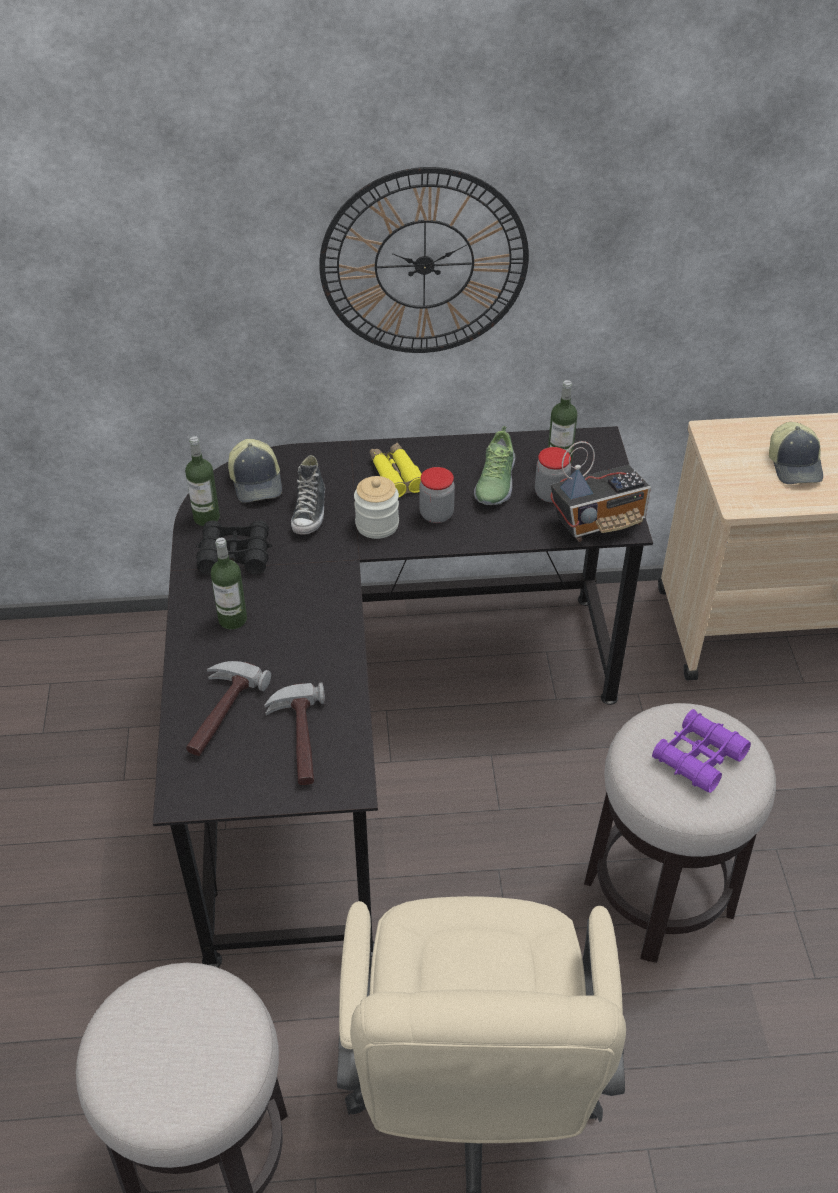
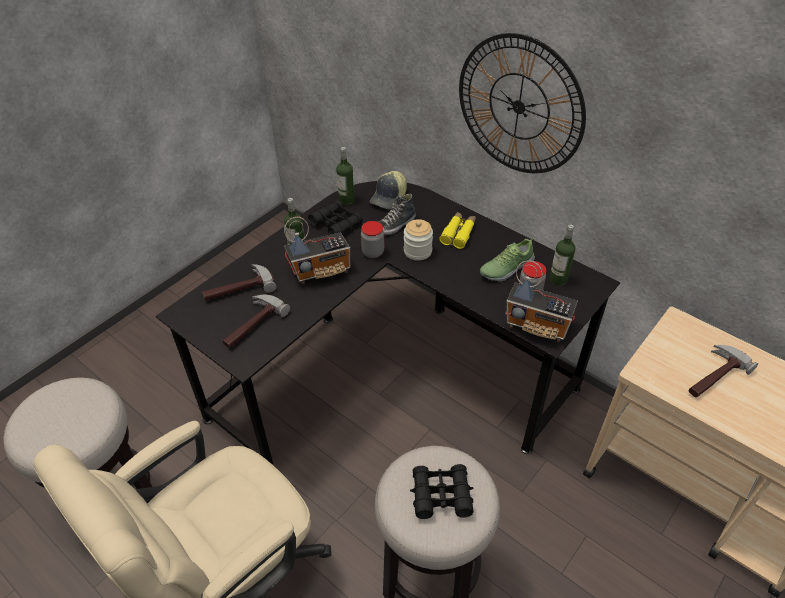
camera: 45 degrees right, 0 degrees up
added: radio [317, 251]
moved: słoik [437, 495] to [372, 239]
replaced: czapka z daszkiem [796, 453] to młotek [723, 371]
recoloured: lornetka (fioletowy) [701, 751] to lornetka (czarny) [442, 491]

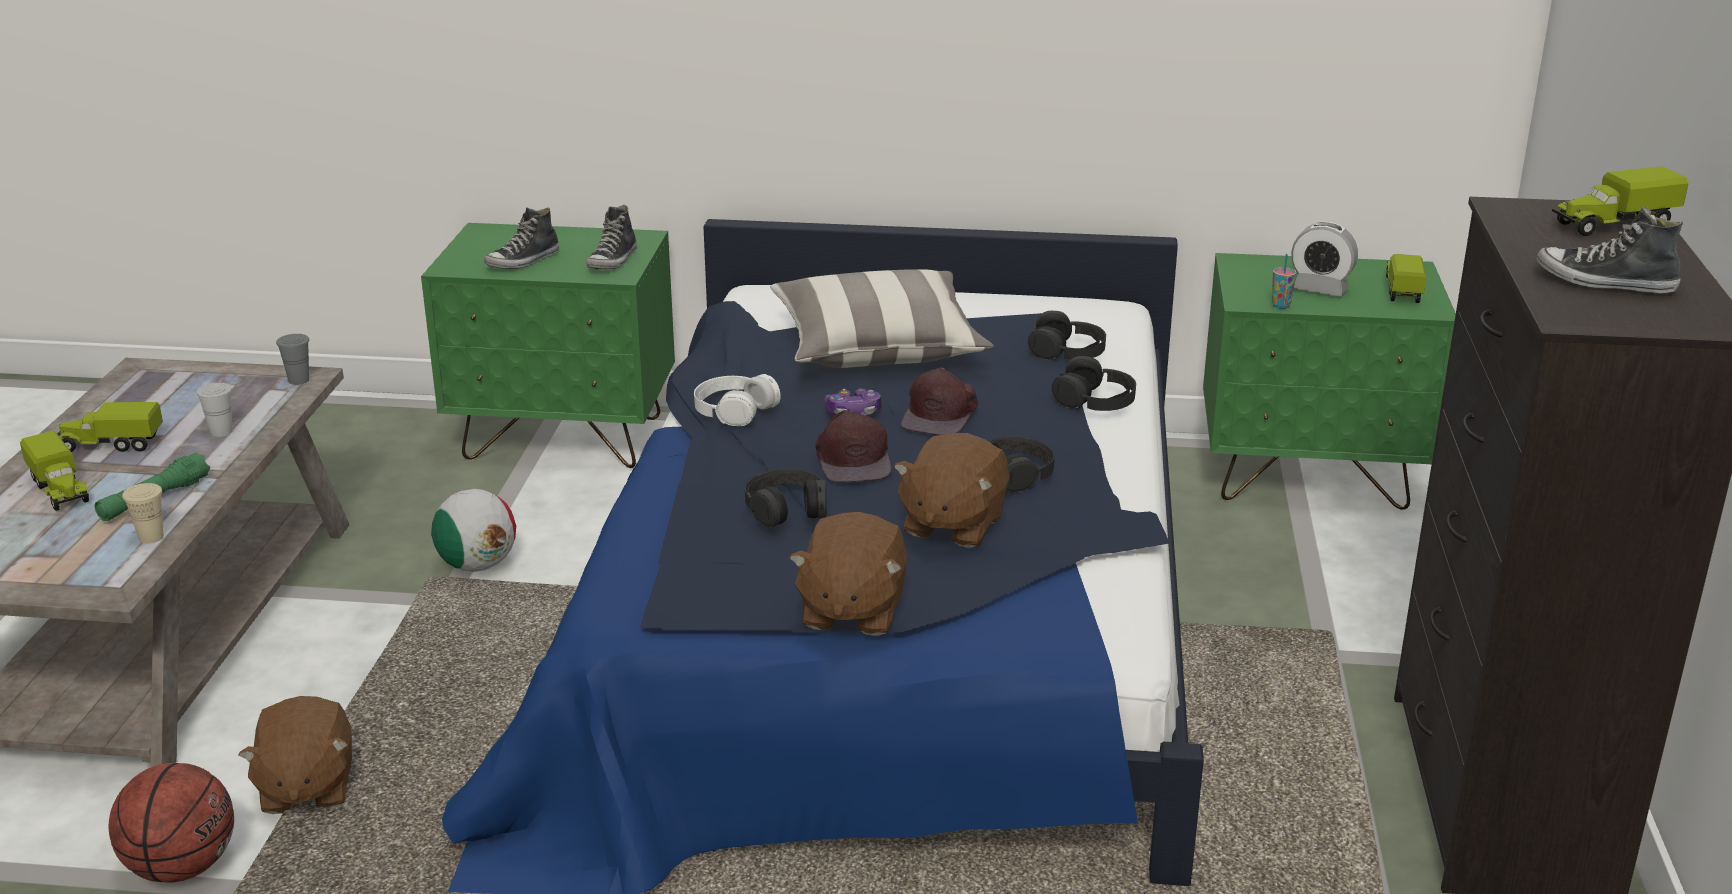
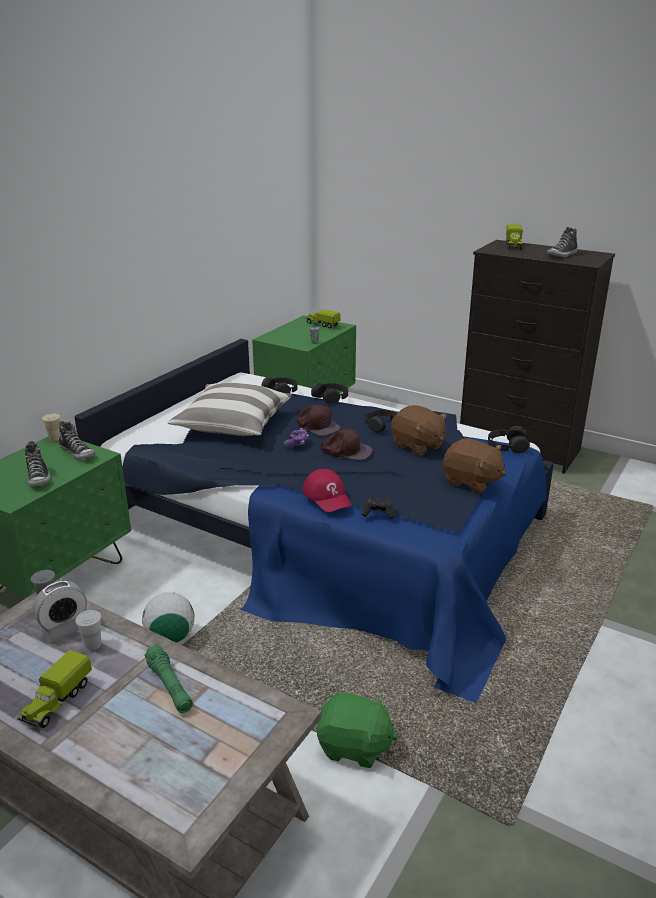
camera: 65 degrees left, 0 degrees up
removed: ciężarówka zabawkowa [54, 471]; piłka do koszykówki [171, 823]; słuchawki (biały) [737, 400]
added: czapka z daszkiem (czerwony) [327, 490]; pad do gier (czarny) [378, 507]
moved: filiżanka (beżowy) [143, 513] to [51, 428]; słuchawki (czarny) [786, 498] to [509, 439]; budzik [1324, 259] to [60, 611]
recoloured: pluszak (brązowy) [295, 755] to pluszak (zielony) [357, 730]

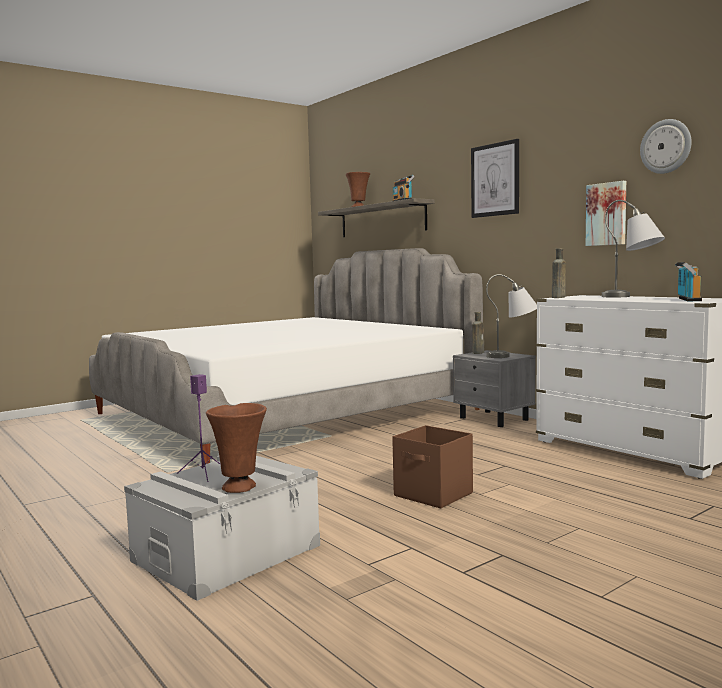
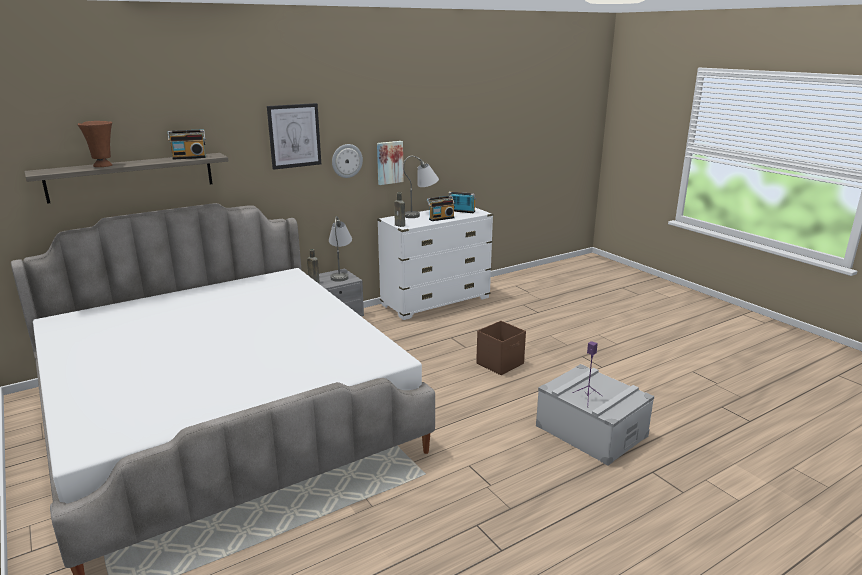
camera: 85 degrees left, 15 degrees up
removed: wazon (brązowy) [236, 448]
added: radio [441, 208]
moved: zegar ścienny [666, 146] to [347, 161]

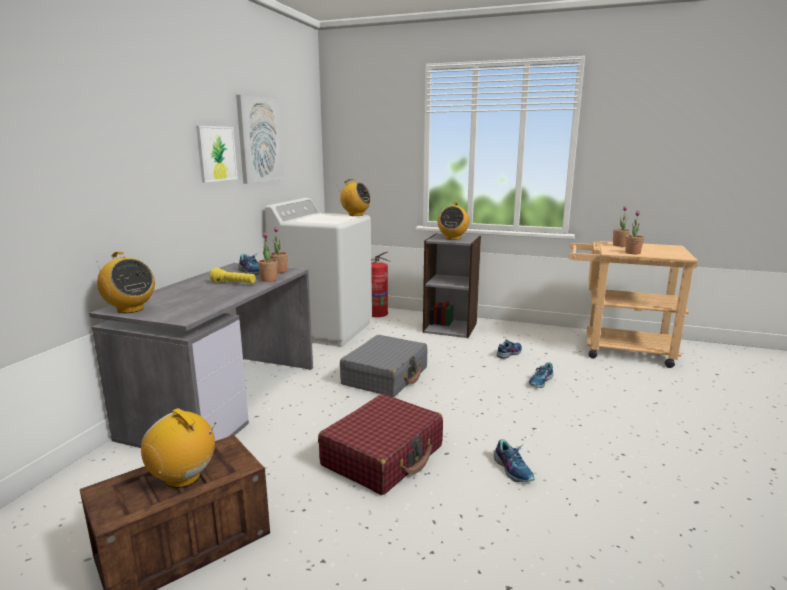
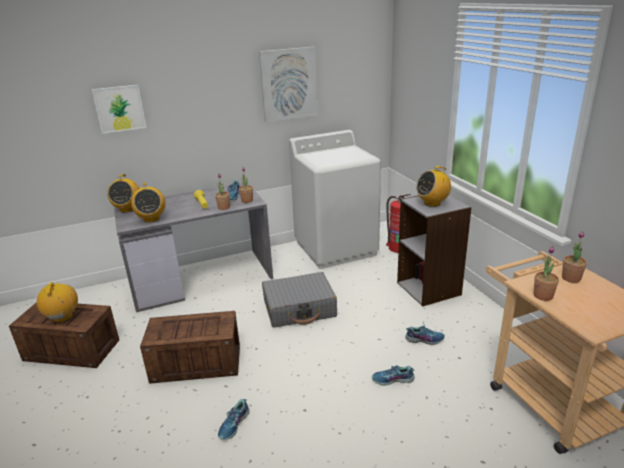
camera: 50 degrees right, 10 degrees up
moved: obraz [217, 154] to [119, 109]; radio [354, 197] to [148, 202]
replaced: walizka (czerwony) [380, 444] to skrzynka [190, 347]

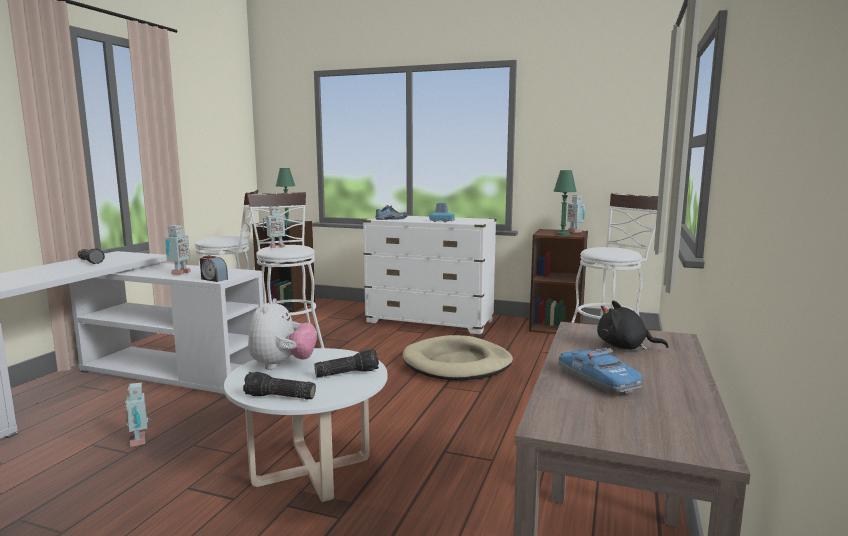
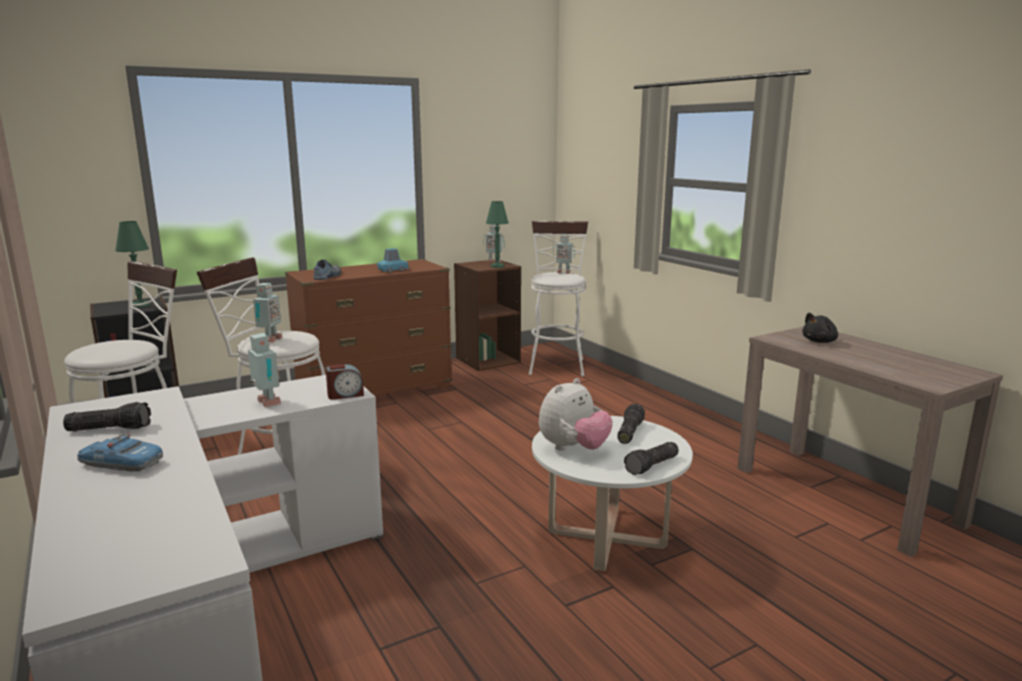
camera: 50 degrees left, 5 degrees up
removed: legowisko (beżowy) [458, 358]
moved: robot zabawkowy [138, 415] to [564, 254]; samochodzik [600, 371] to [120, 452]
recoloured: komoda (biały) [430, 275] to komoda (brązowy) [368, 327]
turned: pluszak [282, 334] = [576, 414] 90 degrees clockwise

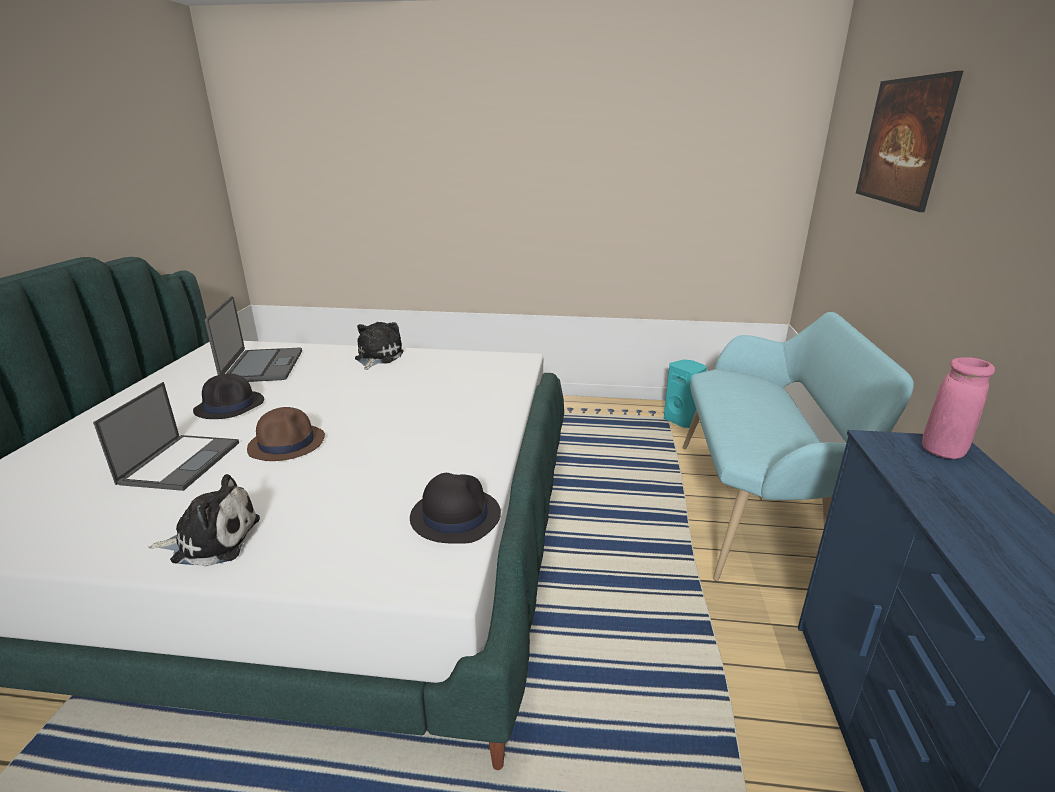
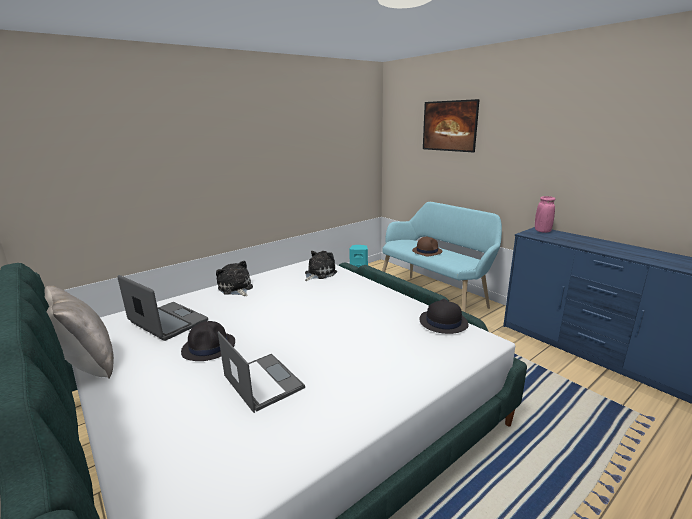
camera: 45 degrees left, 5 degrees down
added: poduszka (beżowy) [79, 332]
moved: pluszak [204, 520] to [321, 266]; kapelusz (brązowy) [286, 434] to [427, 246]

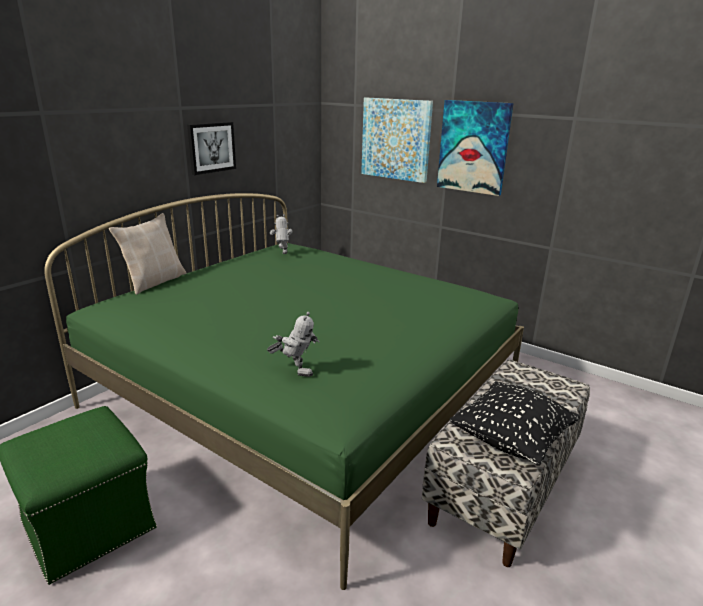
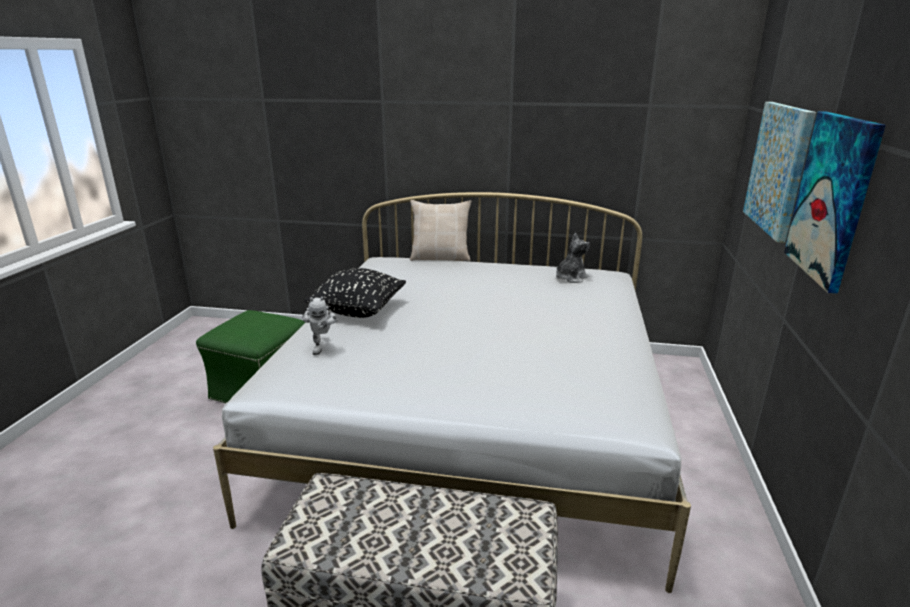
camera: 65 degrees right, 0 degrees up
removed: obraz [211, 148]
moved: poduszka (czarny) [514, 423] to [355, 293]
replaced: robot zabawkowy [281, 234] to pluszak [572, 258]
recoloured: łóżko (zielony) [284, 391] to łóżko (biały) [452, 392]

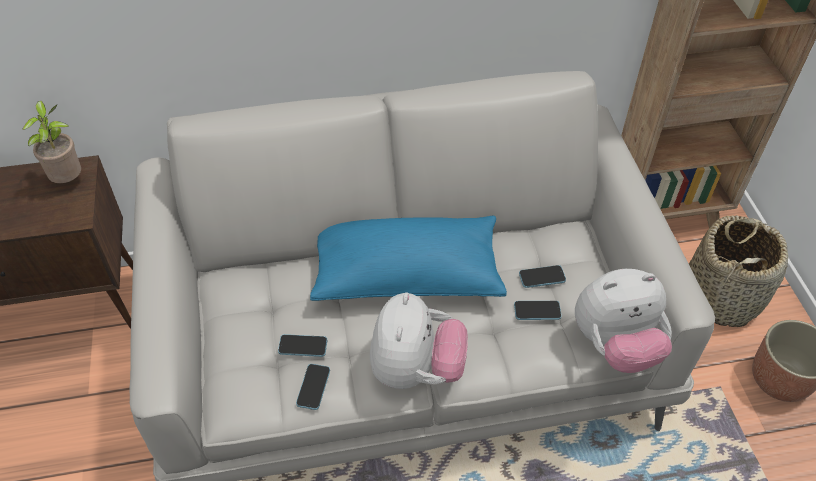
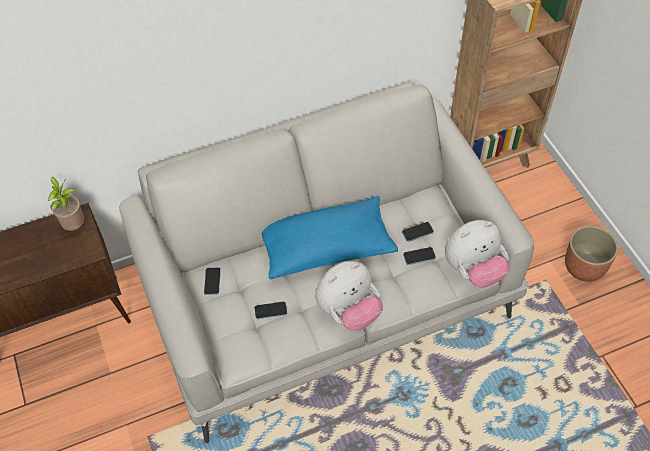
camera: 10 degrees left, 5 degrees up
removed: koszyk [738, 271]
moved: telefon [313, 387] to [212, 281]
turned: pluszak [419, 340] = [349, 296] 60 degrees clockwise

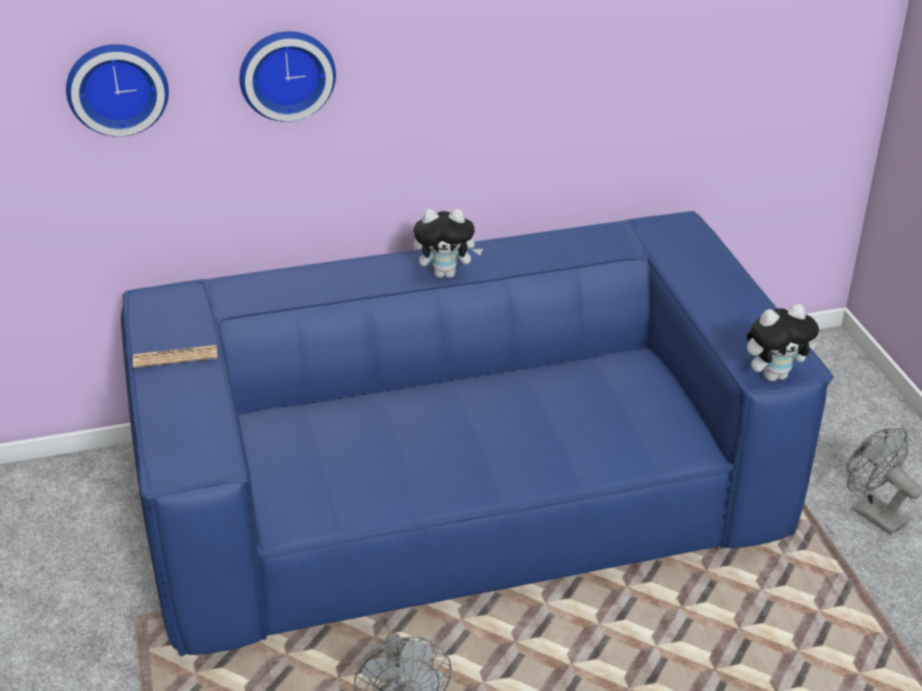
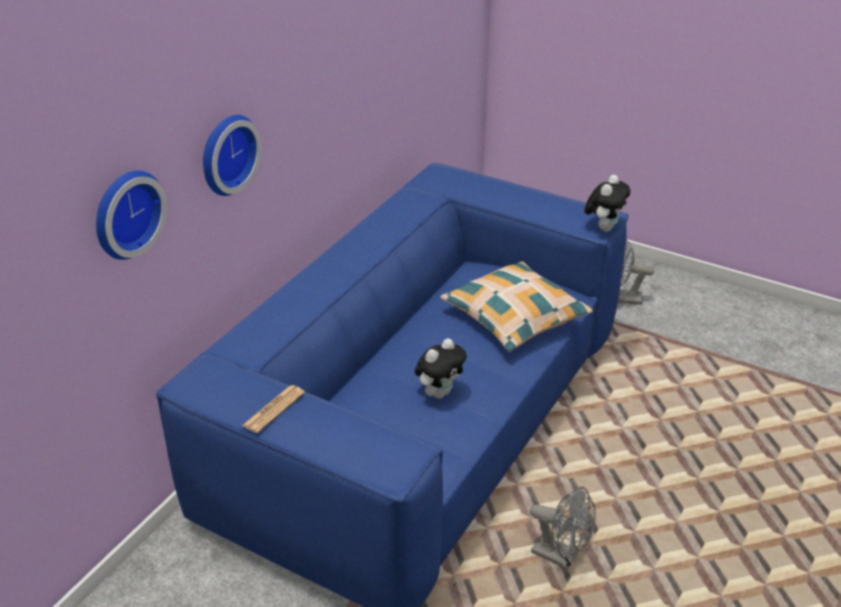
camera: 45 degrees left, 0 degrees up
added: poduszka [516, 306]
moved: pluszak [448, 243] to [441, 368]

